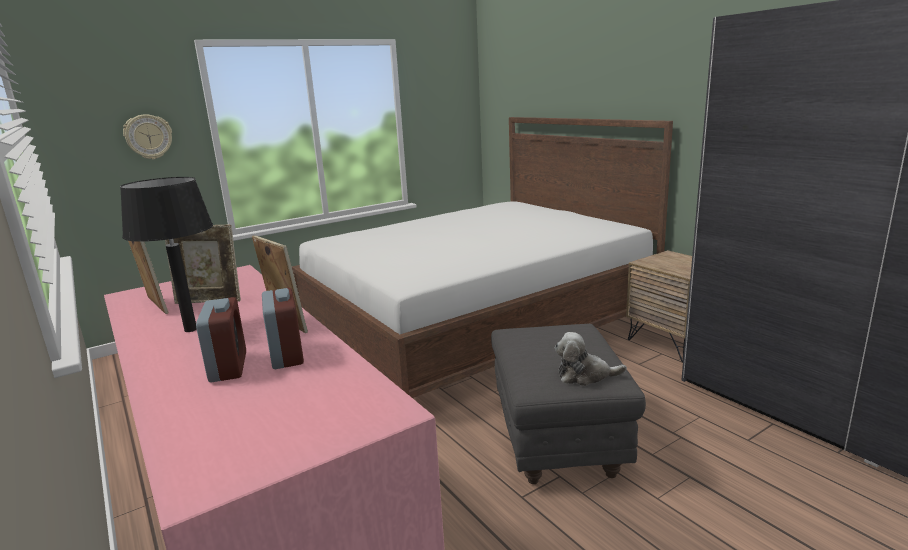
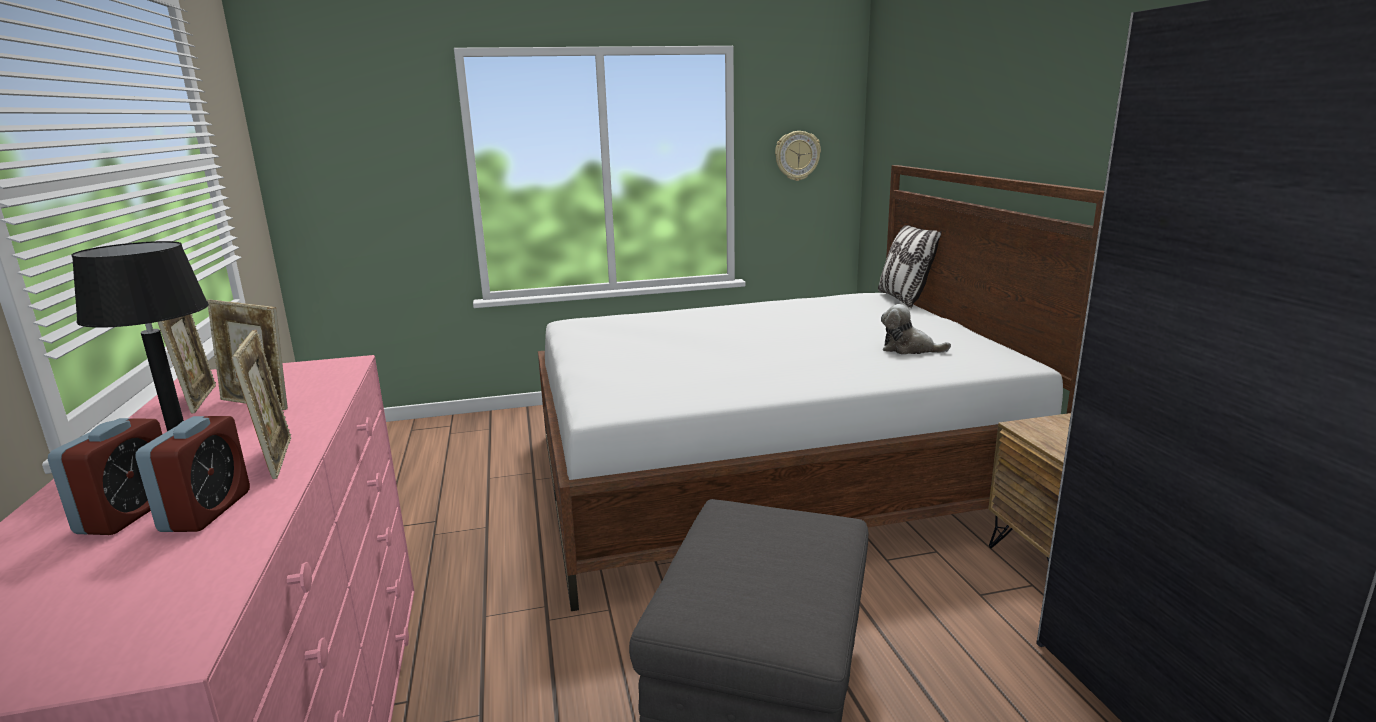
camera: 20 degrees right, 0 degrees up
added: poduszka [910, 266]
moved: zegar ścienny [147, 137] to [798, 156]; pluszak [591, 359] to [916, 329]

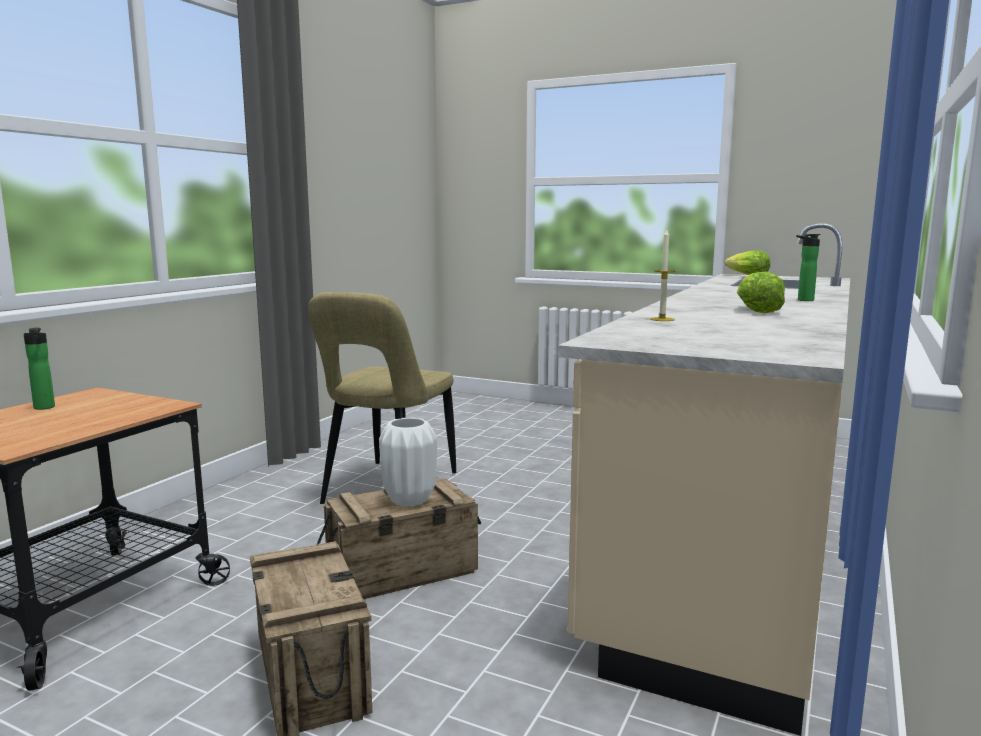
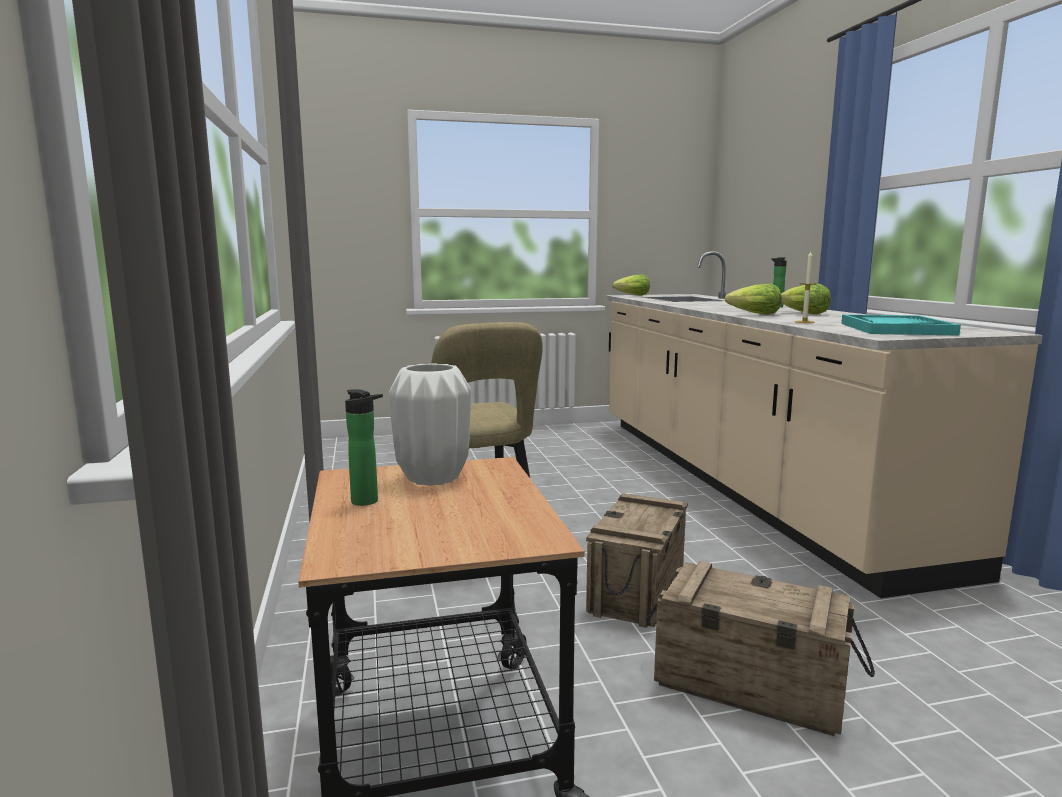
camera: 40 degrees left, 0 degrees up
added: sałata [753, 299]; taca (turkusowy) [901, 325]
moved: wazon (biały) [408, 461] to [430, 424]

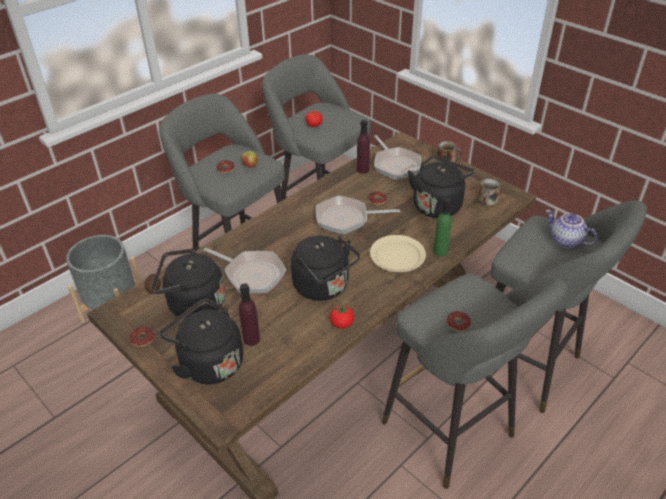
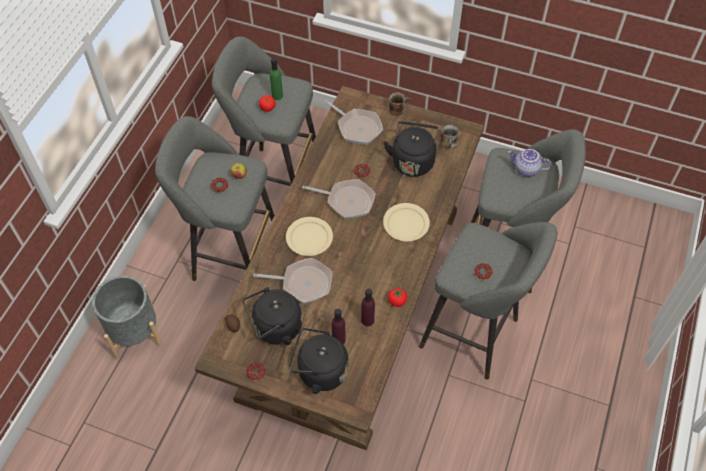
camera: 25 degrees left, 15 degrees up
removed: czajnik (czarny) [325, 268]
added: talerz (beżowy) [309, 236]
moved: butelka (fioletowy) [363, 147] to [368, 307]; butelka (zielony) [442, 227] to [276, 79]
turned: patelnia [358, 215] = [339, 199] 135 degrees counterclockwise

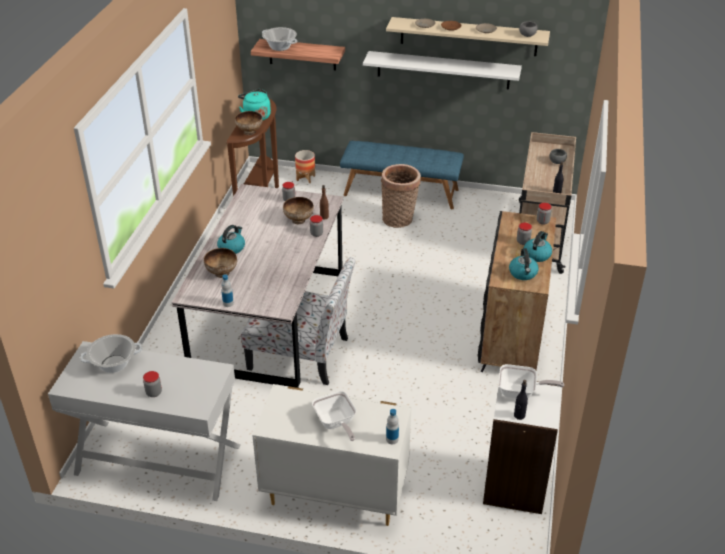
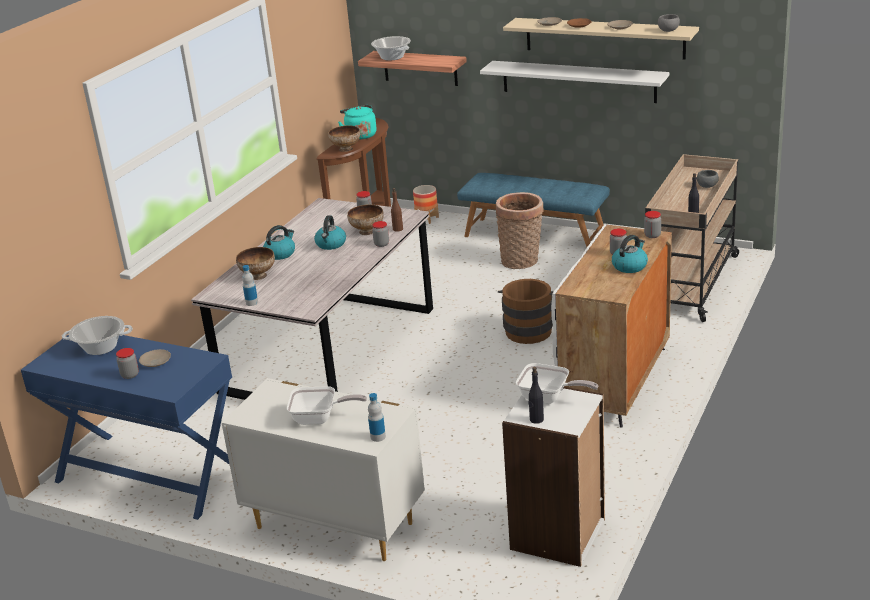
camera: 15 degrees right, 10 degrees down
removed: krzesło [298, 321]
added: talerz (beżowy) [155, 358]; wiadro (brązowy) [526, 311]
moved: czajnik [524, 264] to [330, 232]
recoloured: stolik konsolowy (biały) [144, 421] to stolik konsolowy (niebieski) [126, 427]; szafka (czarny) [517, 291] to szafka (biały) [611, 325]
turned: patelnia [334, 416] = [327, 405] 75 degrees counterclockwise

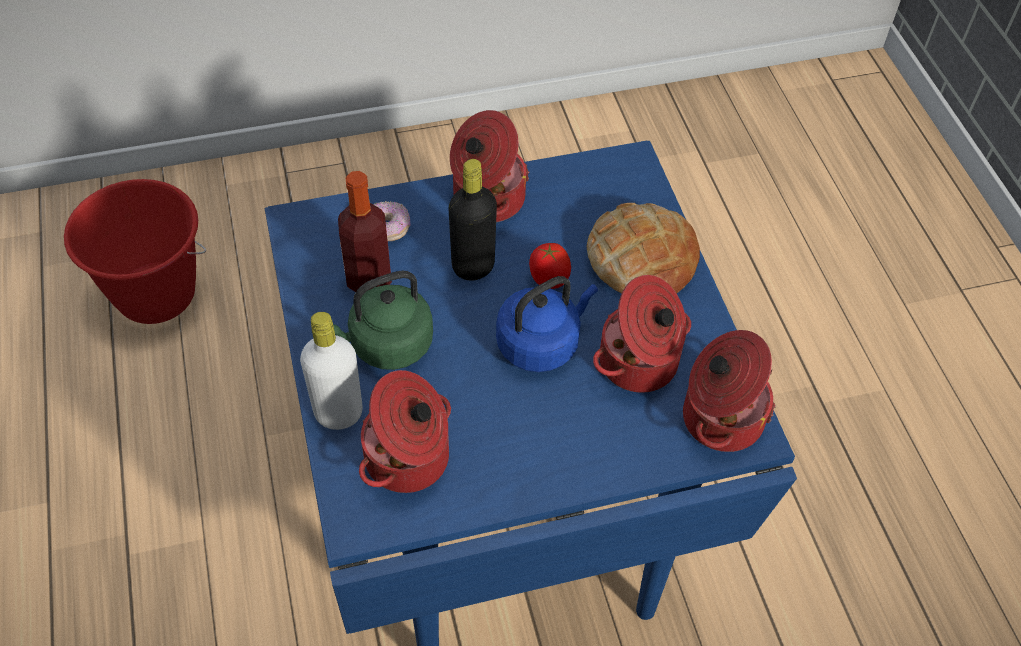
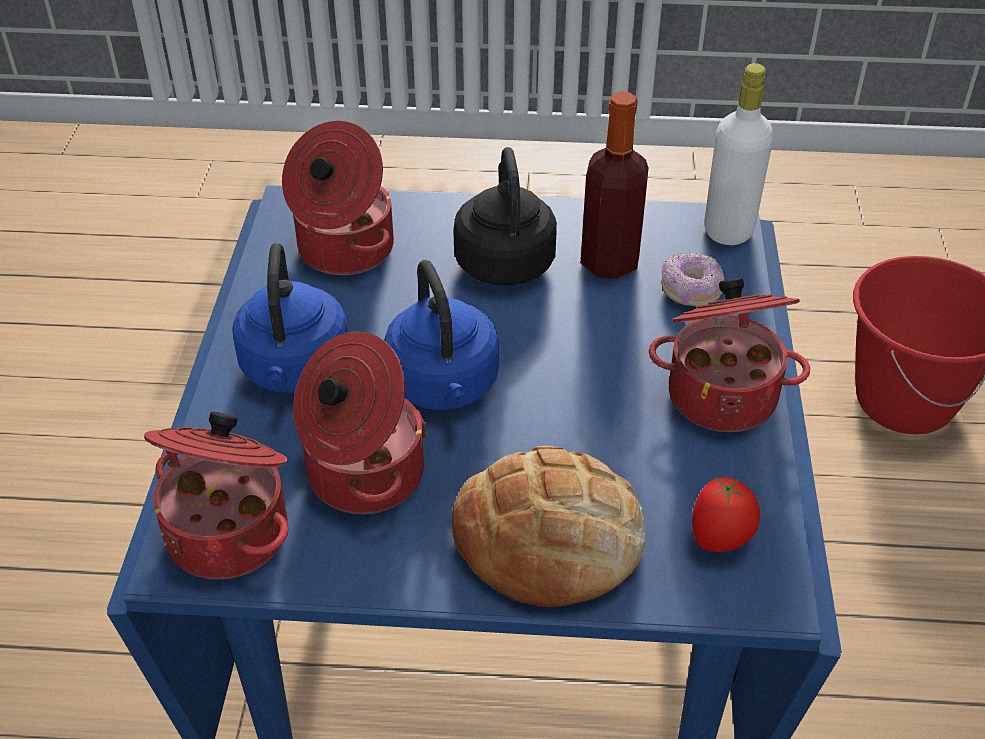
camera: 110 degrees right, 10 degrees down
removed: butelka (czarny) [473, 220]
added: czajnik (niebieski) [290, 318]
moved: butelka (biały) [331, 371] to [738, 154]; pomidor [550, 266] to [726, 514]
recoloured: czajnik (zielony) [383, 320] to czajnik (czarny) [505, 216]

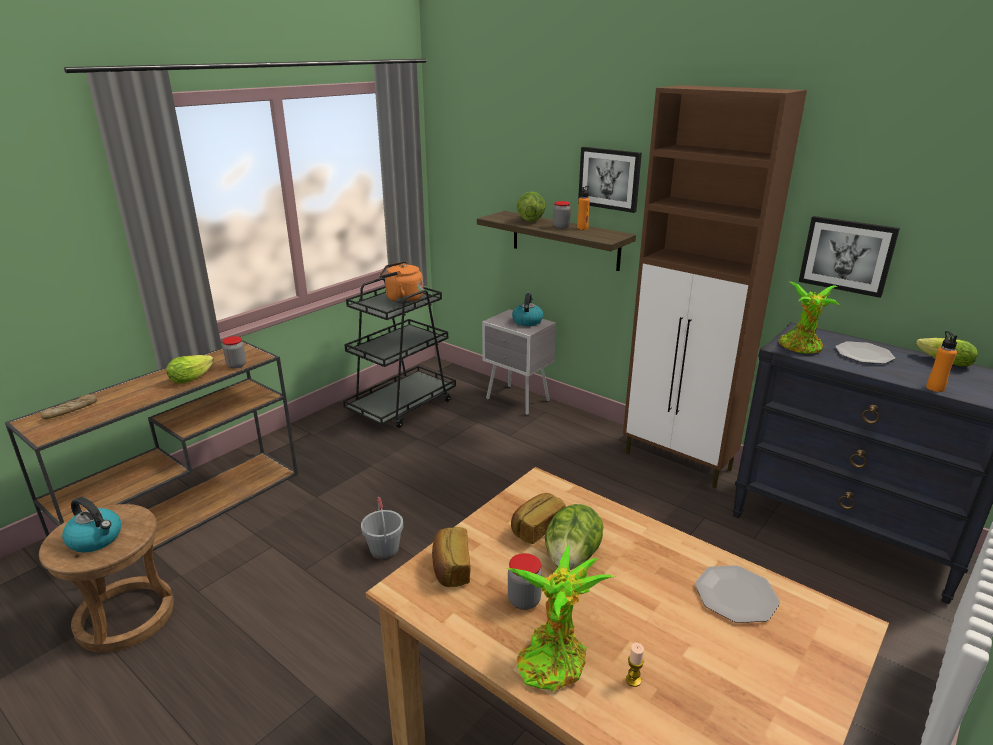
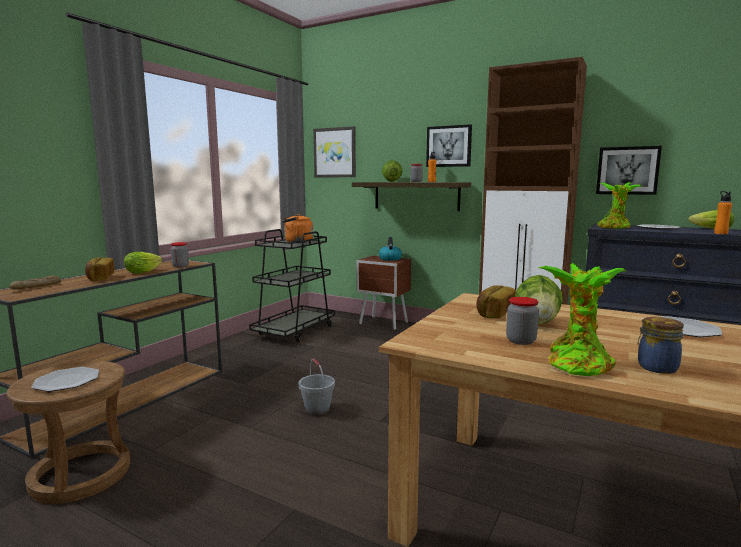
camera: 10 degrees left, 15 degrees down
added: obraz [334, 151]
moved: chleb [451, 557] to [99, 269]
replaced: czajnik [91, 524] to talerz [65, 379]; świeca [635, 665] to słoik [661, 345]
recoloured: szafka nocna (szary) [519, 362] to szafka nocna (brązowy) [384, 293]

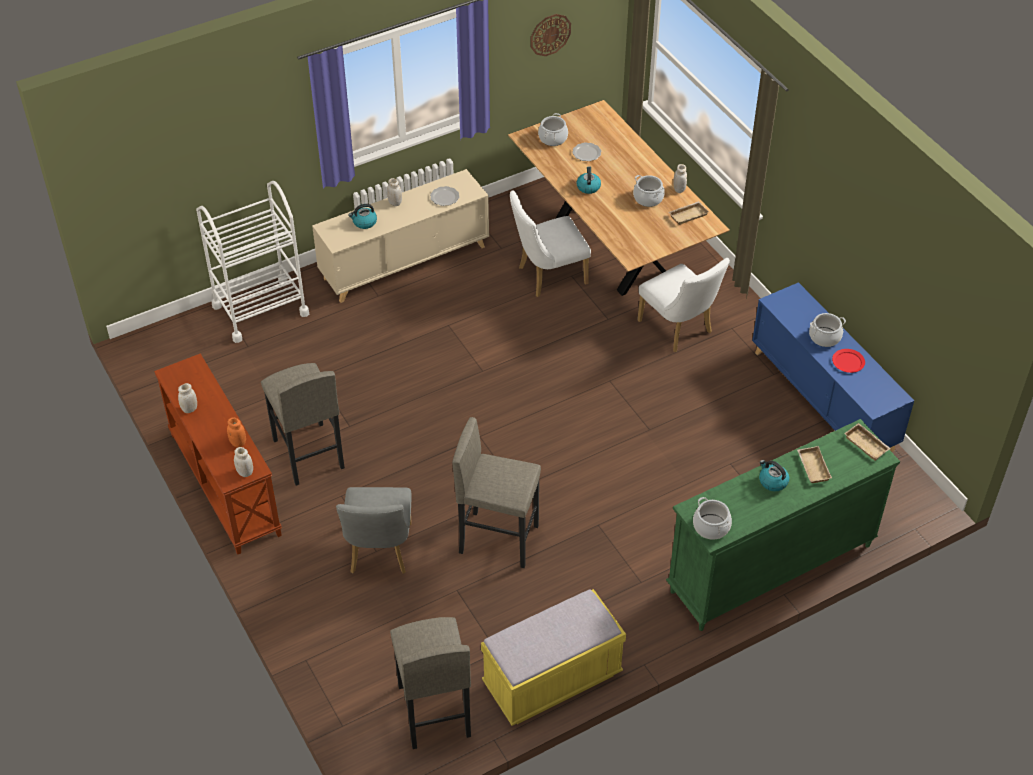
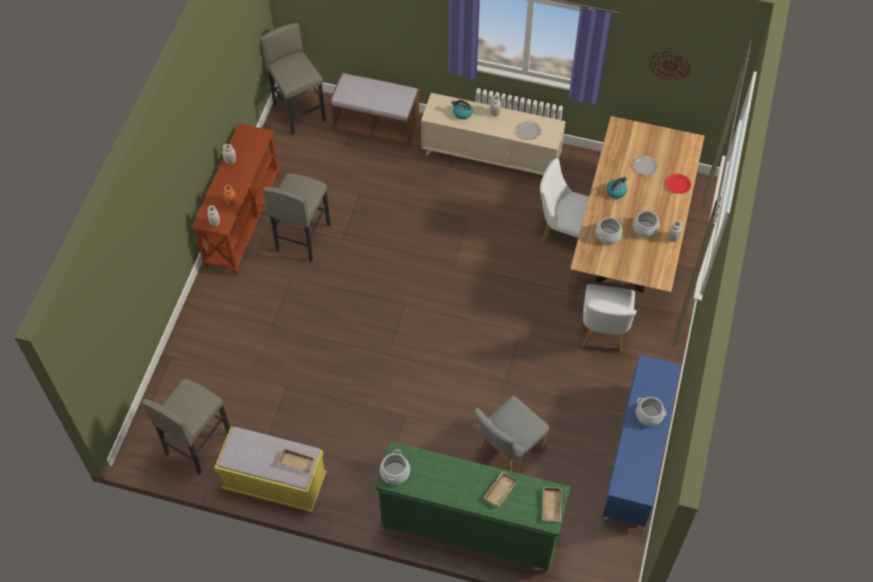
camera: 45 degrees right, 10 degrees up
removed: czajnik [774, 475]
moved: krzesło (szary) [374, 530] to [511, 433]; stołek (szary) [496, 492] to [293, 79]; garnek [553, 129] to [609, 231]; taca (beżowy) [689, 213] to [296, 461]; talerz (czerwony) [848, 361] to [678, 184]
replaced: wózek (biały) [252, 262] to ławka (brązowy) [375, 108]

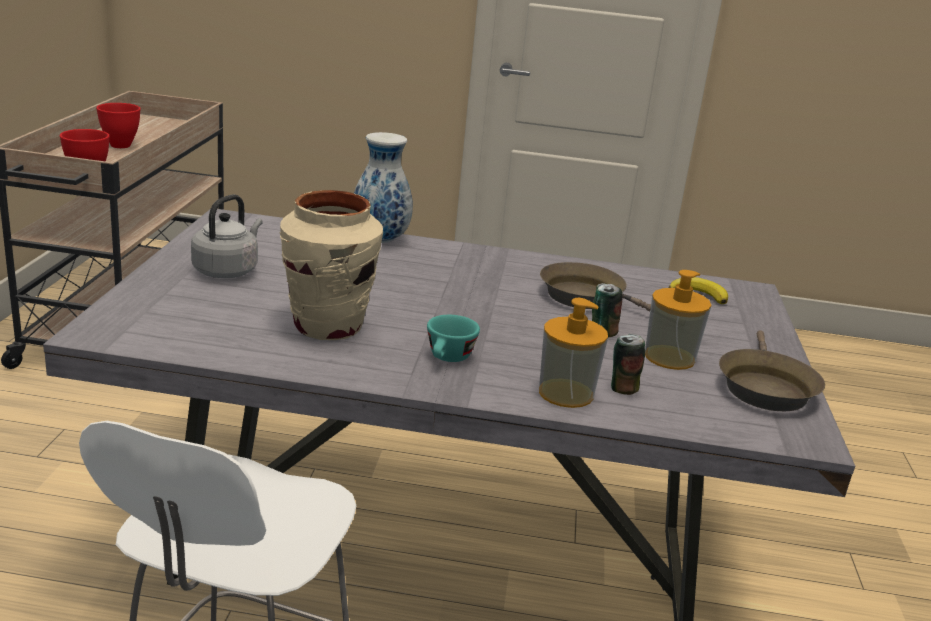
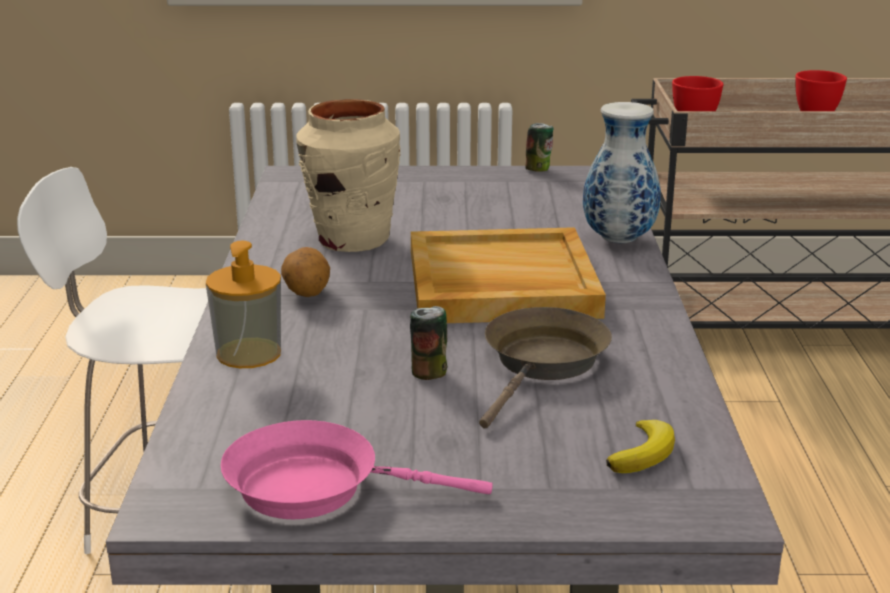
camera: 85 degrees right, 0 degrees up
removed: czajnik (szary) [227, 236]; dozownik mydła [678, 320]
added: taca (beżowy) [508, 275]
moved: puszka [628, 364] to [539, 147]
replaced: filiżanka (turkusowy) [453, 338] to ziemniak [305, 272]
recoloured: patelnia (brązowy) [772, 370] to patelnia (różowy) [357, 469]

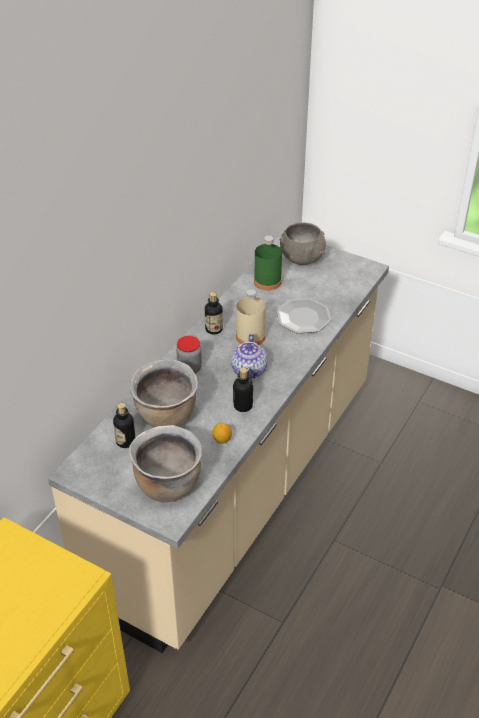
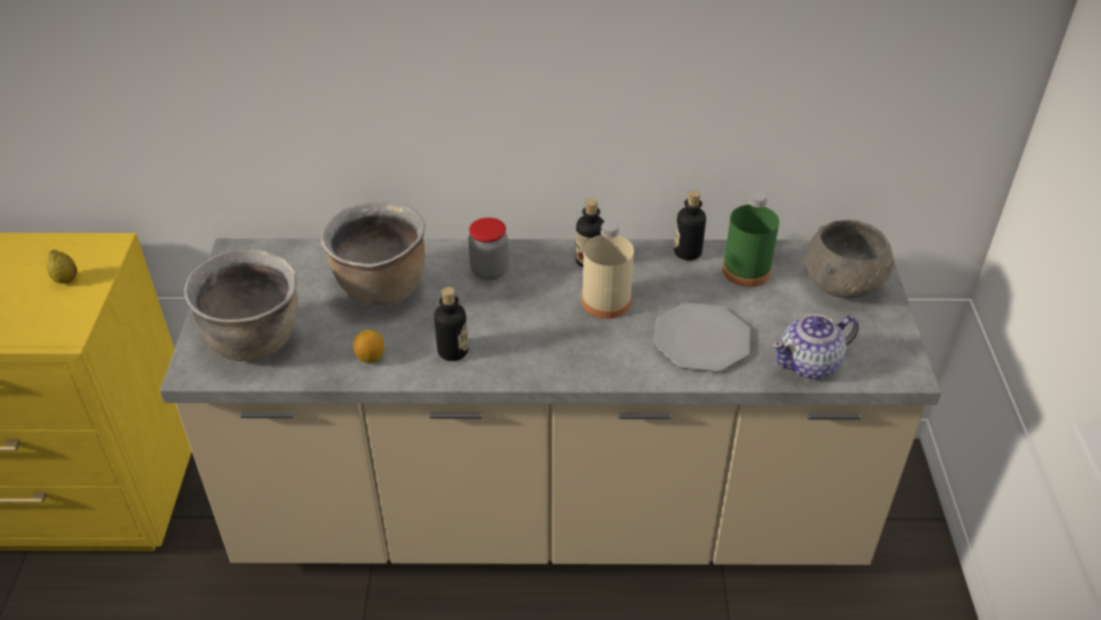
camera: 60 degrees right, 0 degrees up
added: cytryna [61, 267]
moved: butelka [124, 425] to [690, 225]; imbryk [249, 356] to [815, 346]

